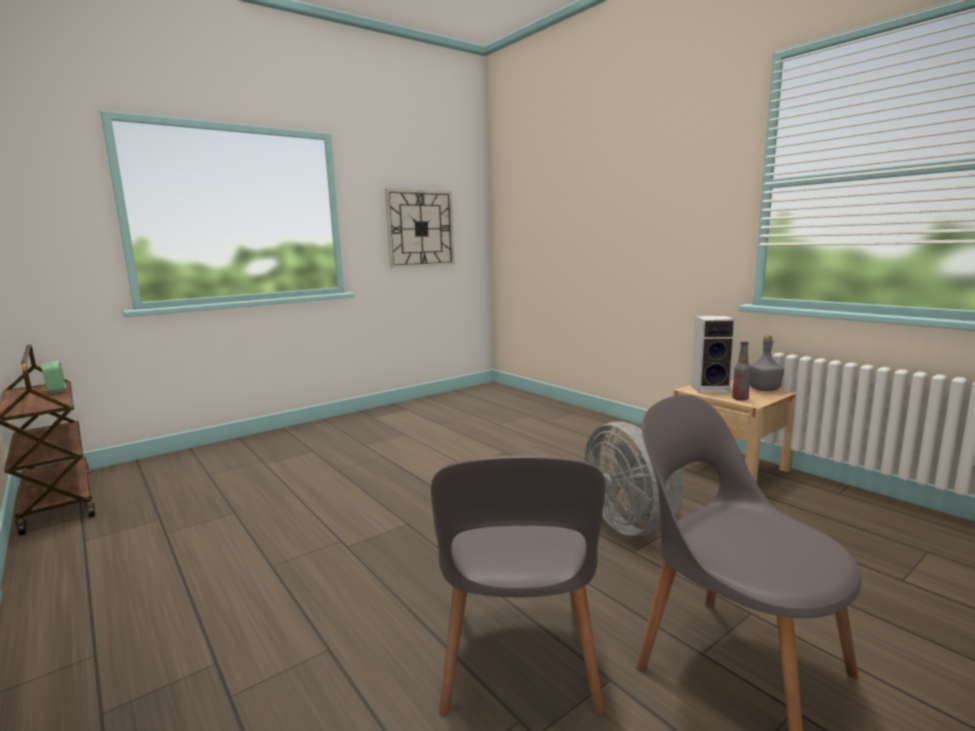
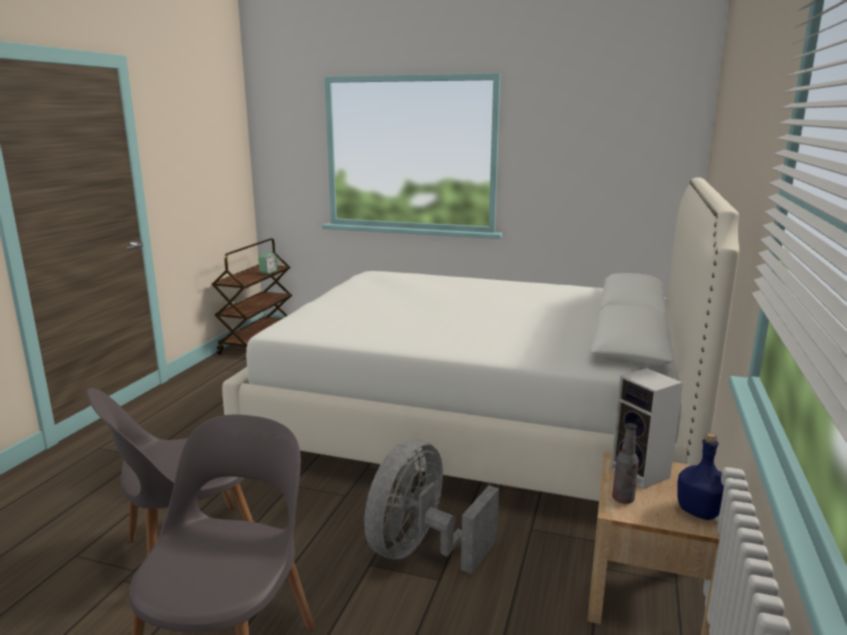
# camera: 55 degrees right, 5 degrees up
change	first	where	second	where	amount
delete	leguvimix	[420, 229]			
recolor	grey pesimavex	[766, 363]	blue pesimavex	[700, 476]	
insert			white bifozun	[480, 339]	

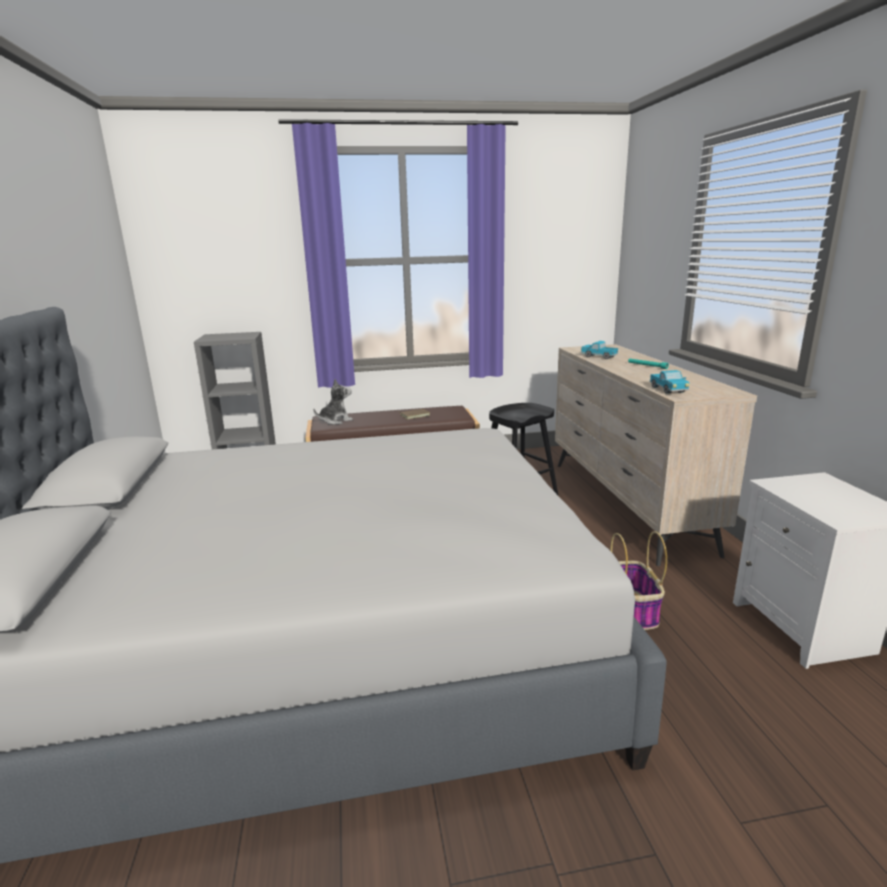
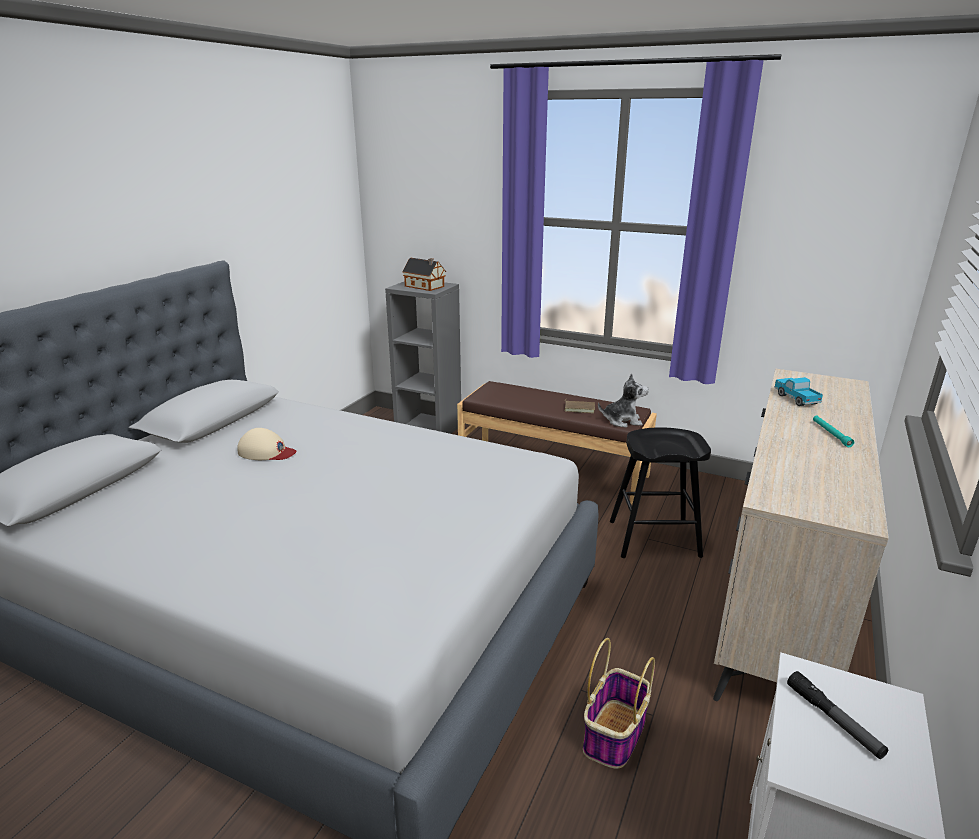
# camera: 35 degrees right, 5 degrees up
change	first	where	second	where	amount
delete	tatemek	[669, 382]			
move	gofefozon	[333, 402]		[623, 400]	
insert			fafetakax	[424, 274]	
insert			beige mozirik	[267, 444]	
insert			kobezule	[837, 715]	

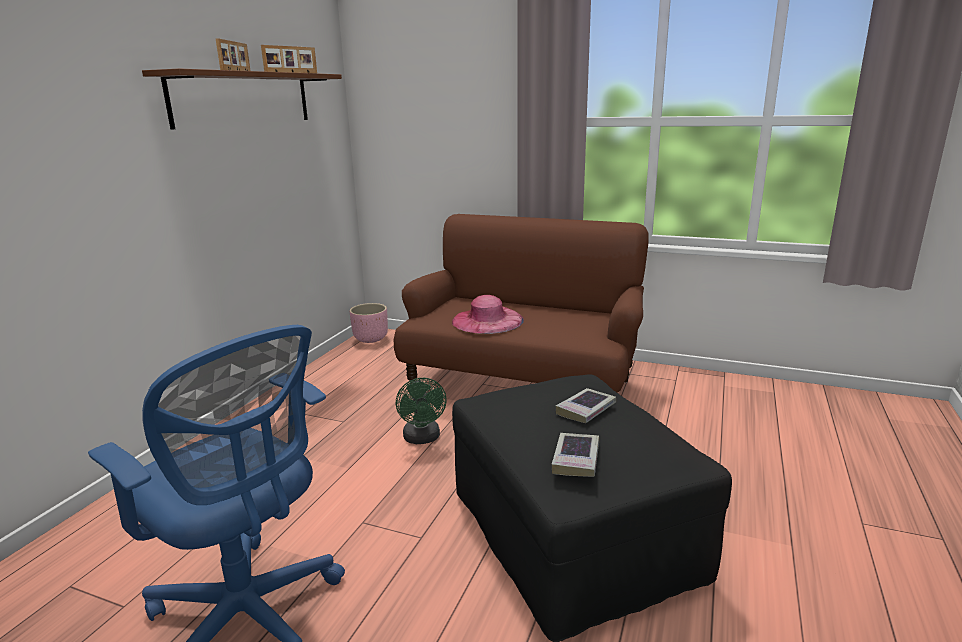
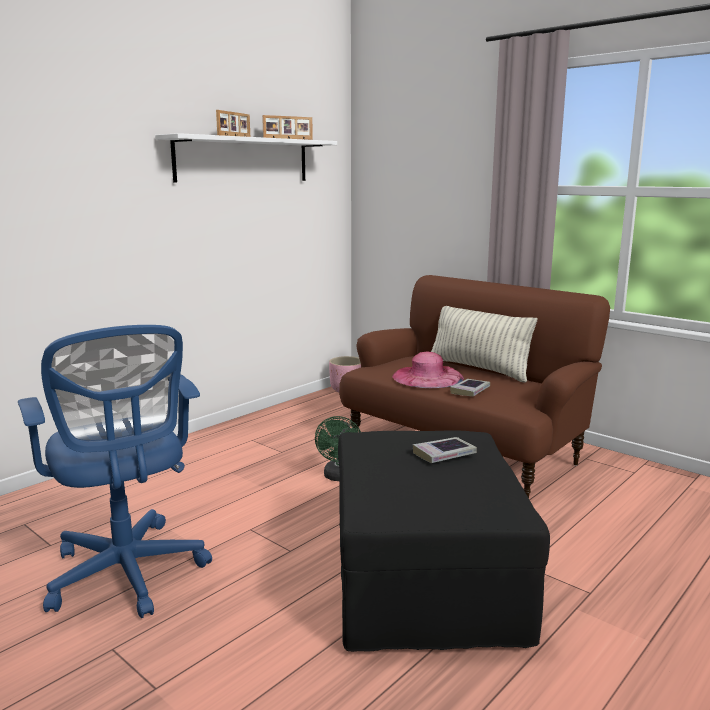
# camera: 20 degrees right, 5 degrees down
change	first	where	second	where	amount
recolor	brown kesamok	[242, 99]	white kesamok	[246, 157]	
move	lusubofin	[575, 455]		[470, 387]	
insert			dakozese	[484, 344]	

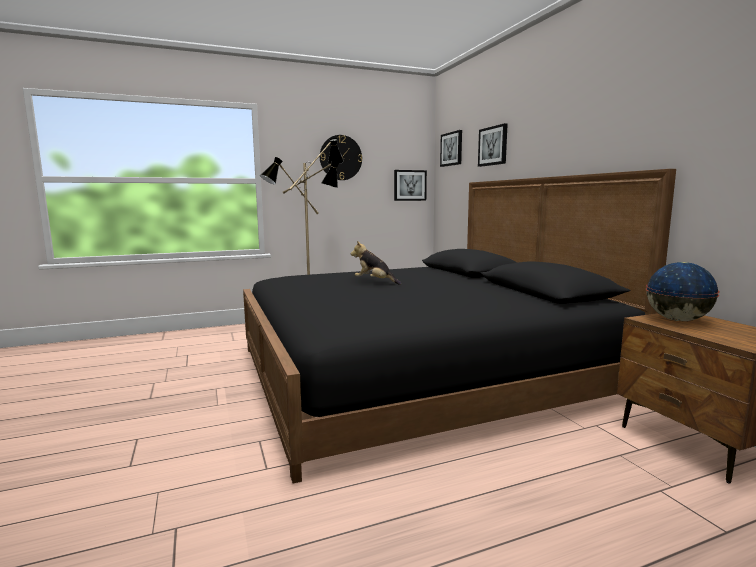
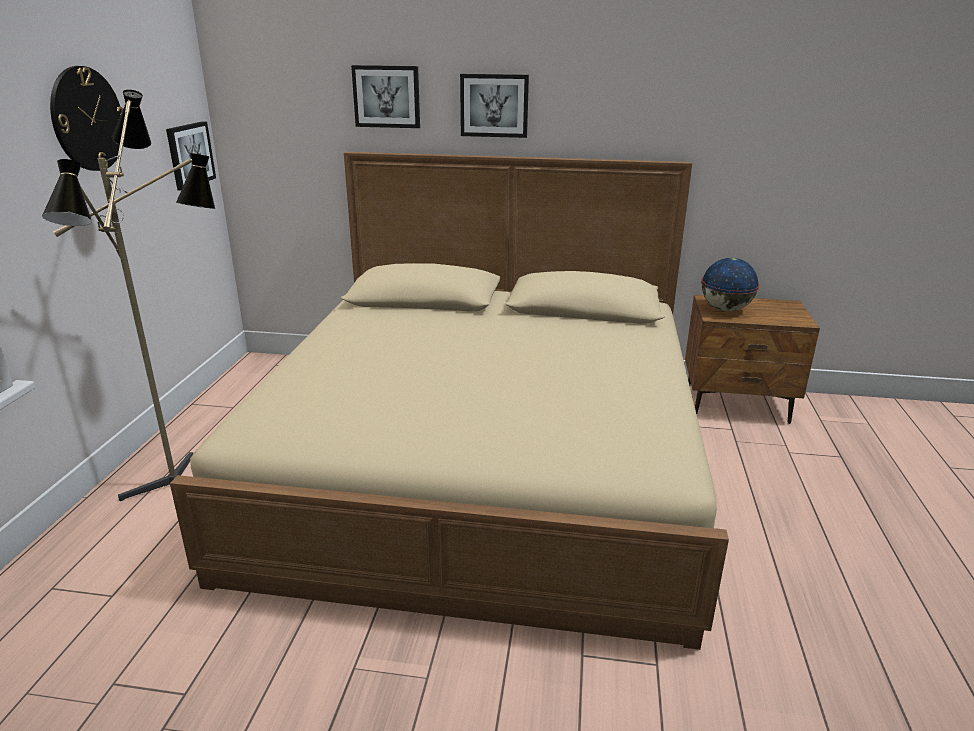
# camera: 60 degrees left, 15 degrees up
change	first	where	second	where	amount
move	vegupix	[451, 148]		[494, 106]	
recolor	black bifozun	[459, 326]	beige bifozun	[449, 401]	
delete	gofefozon	[375, 263]			

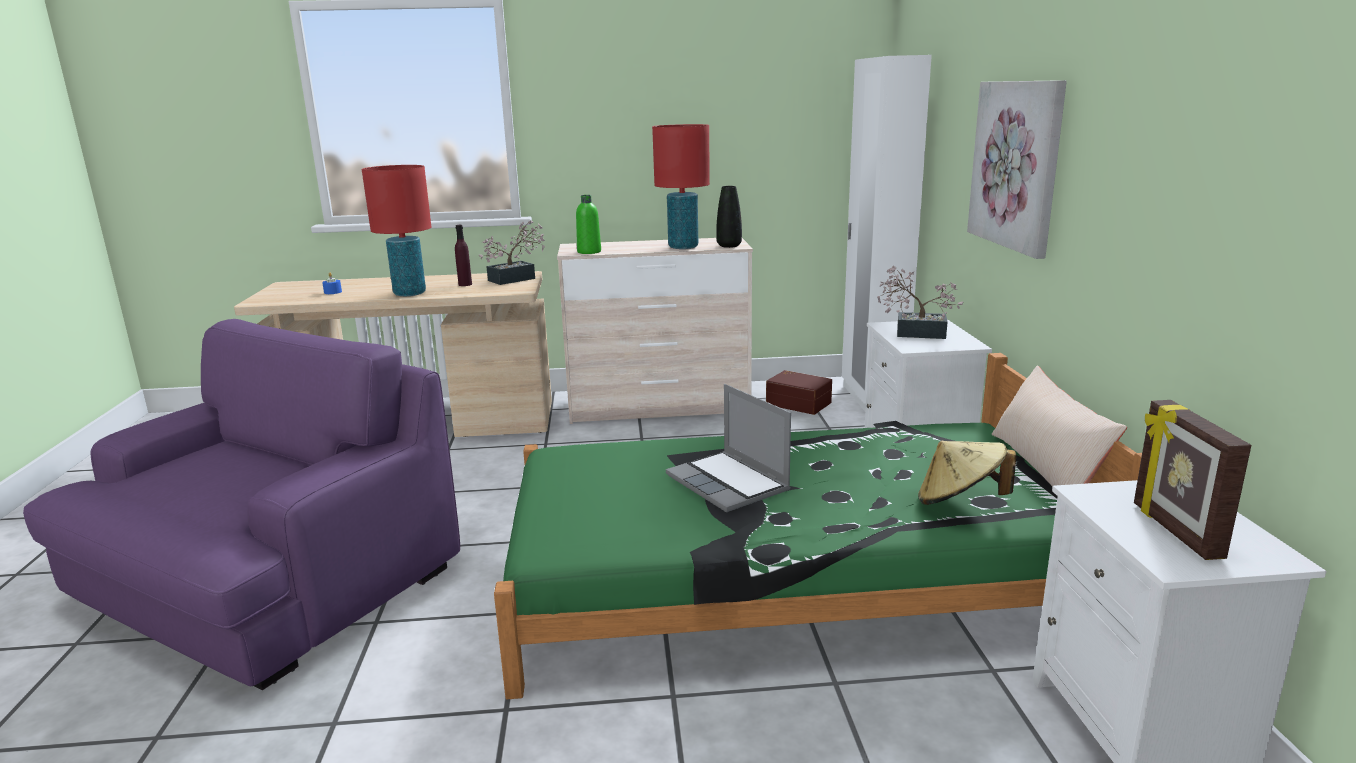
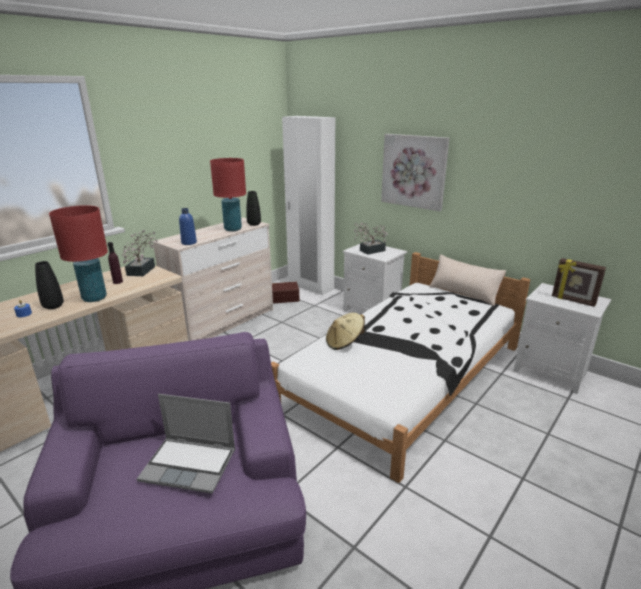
# camera: 45 degrees left, 5 degrees up
change	first	where	second	where	amount
recolor	green pesimavex	[588, 224]	blue pesimavex	[188, 226]	
recolor	green bifozun	[818, 526]	white bifozun	[400, 367]	
move	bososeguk	[728, 448]		[186, 444]	
move	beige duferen	[967, 473]		[345, 331]	
insert			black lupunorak	[49, 285]	

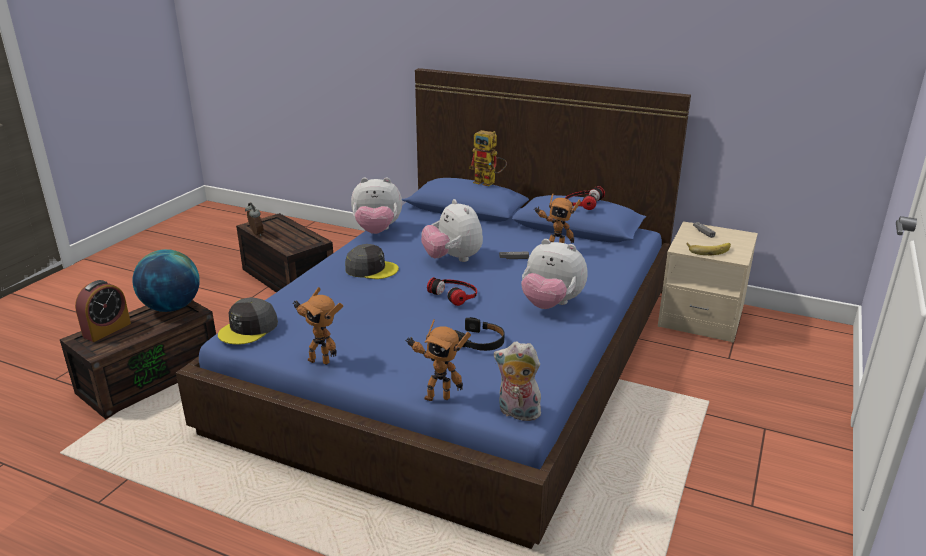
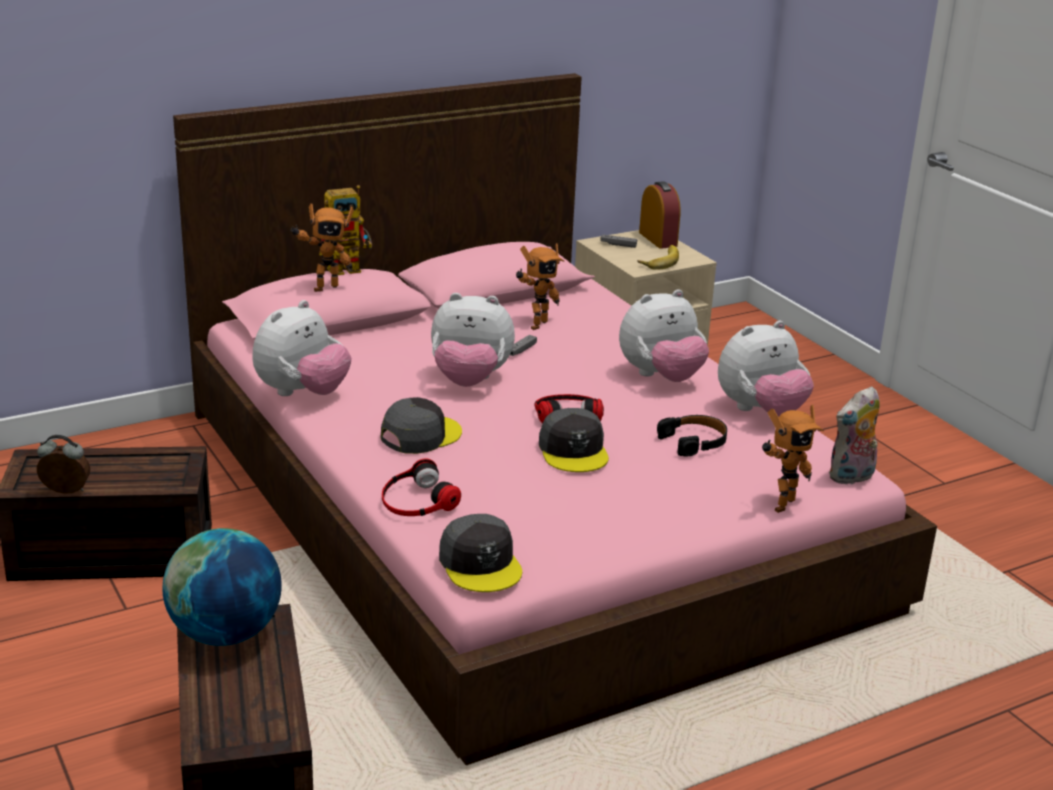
# camera: 55 degrees left, 0 degrees up
change	first	where	second	where	amount
recolor	blue bifozun	[433, 308]	pink bifozun	[555, 419]	
move	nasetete	[585, 198]		[421, 487]	
move	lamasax	[103, 311]		[660, 215]	
move	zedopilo	[318, 326]		[322, 247]	
insert			gofefozon	[766, 369]	
insert			grey mozirik	[574, 440]	

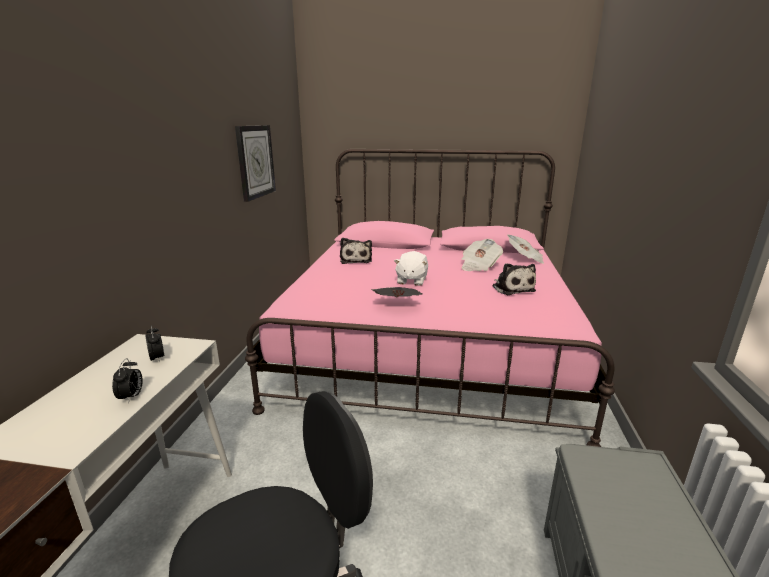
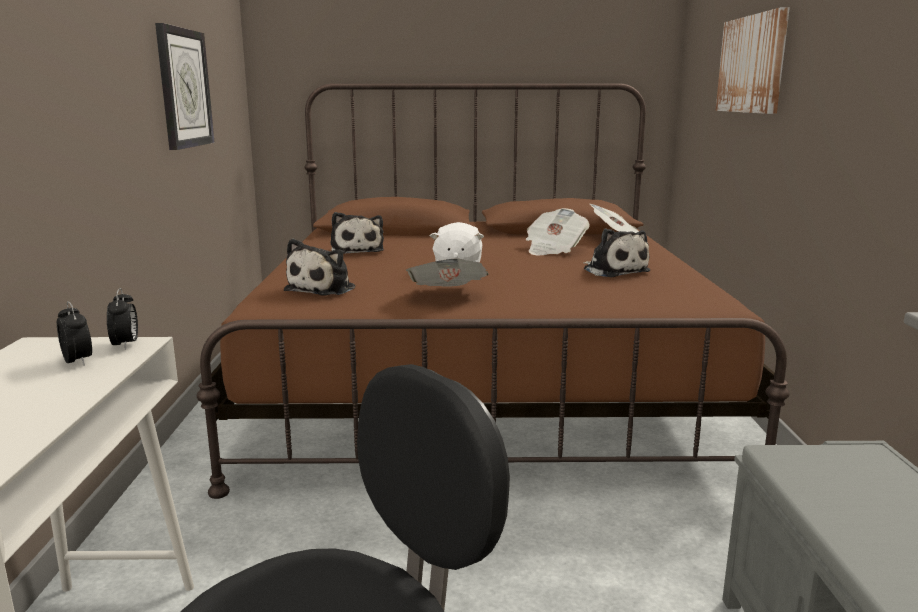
# camera: 10 degrees left, 5 degrees down
change	first	where	second	where	amount
recolor	pink bifozun	[430, 298]	brown bifozun	[493, 291]	
move	lamasax	[127, 380]		[122, 319]	
insert			vegupix	[753, 60]	
insert			gofefozon	[319, 267]	

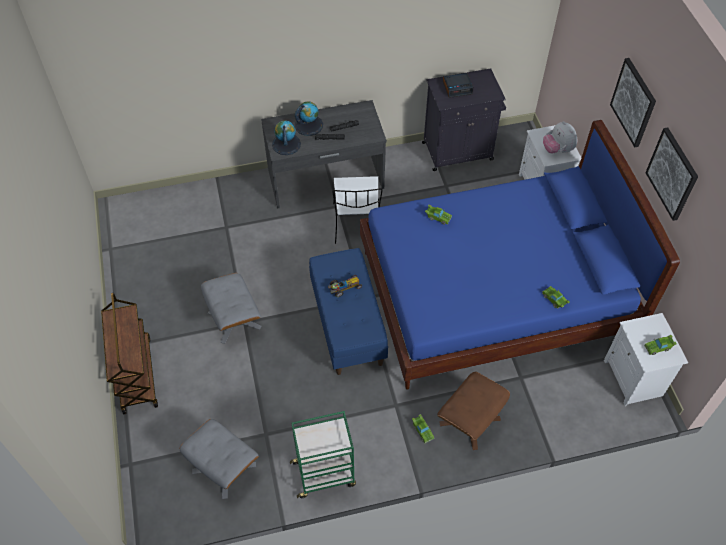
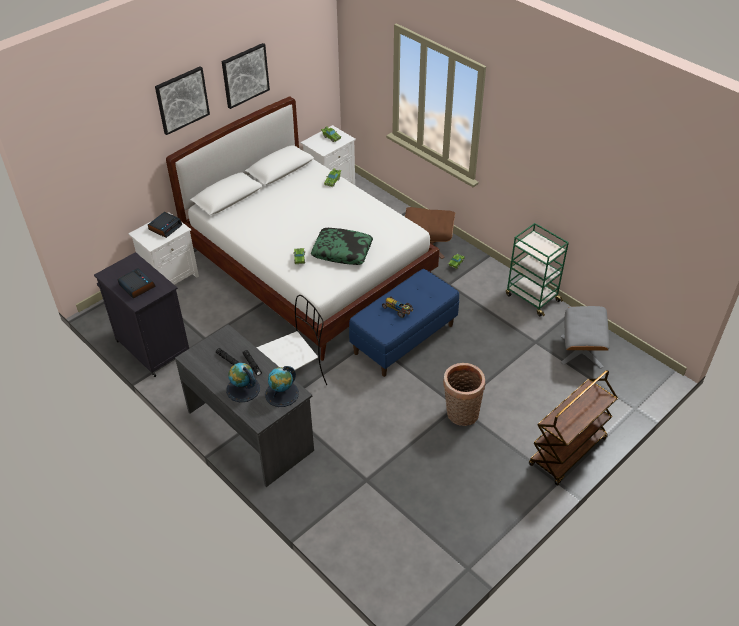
# camera: 120 degrees left, 10 degrees down
change	first	where	second	where	amount
recolor	blue bifozun	[520, 255]	white bifozun	[302, 229]	
replace	gofefozon	[560, 137]	lamasax	[165, 225]	
replace	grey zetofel	[231, 308]	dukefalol	[464, 394]	
insert			dakozese	[342, 246]	

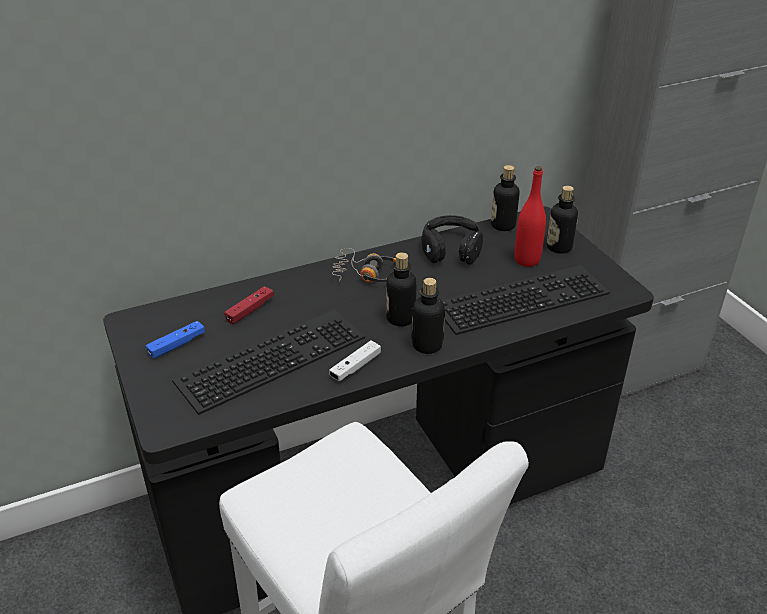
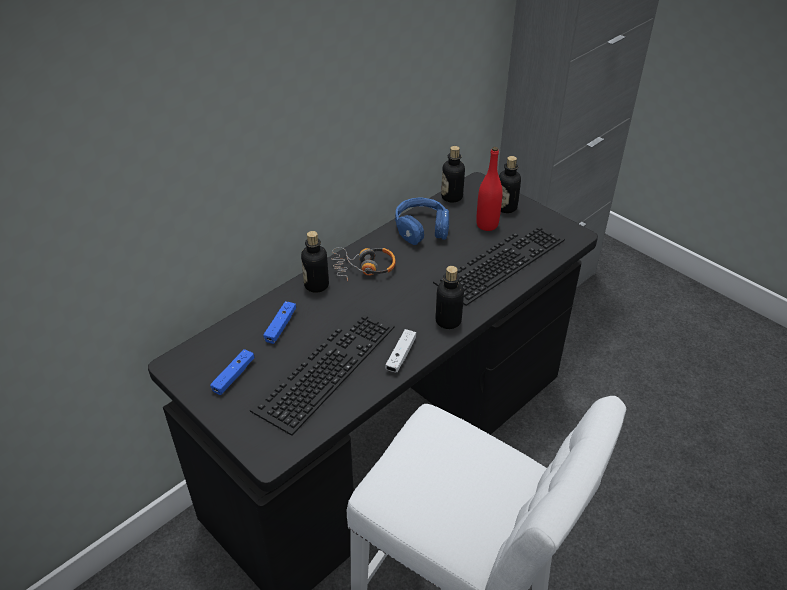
# camera: 20 degrees left, 5 degrees up
change	first	where	second	where	amount
recolor	black nasetete	[452, 240]	blue nasetete	[422, 221]	
move	pesimavex	[401, 289]		[315, 262]	
recolor	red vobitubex	[249, 305]	blue vobitubex	[279, 322]	

